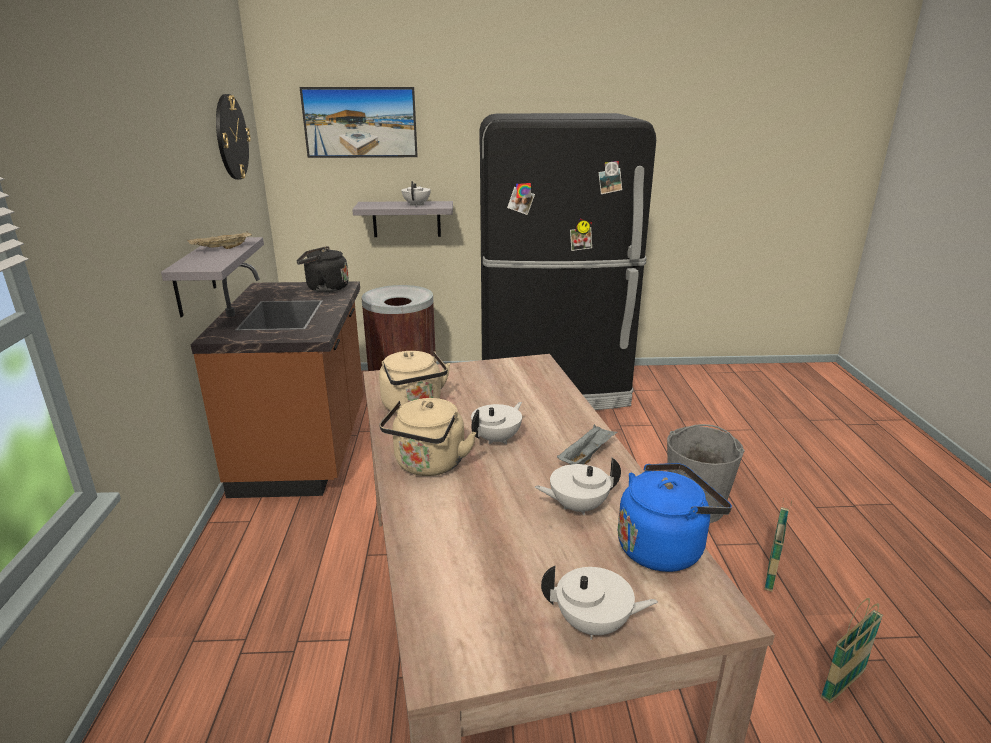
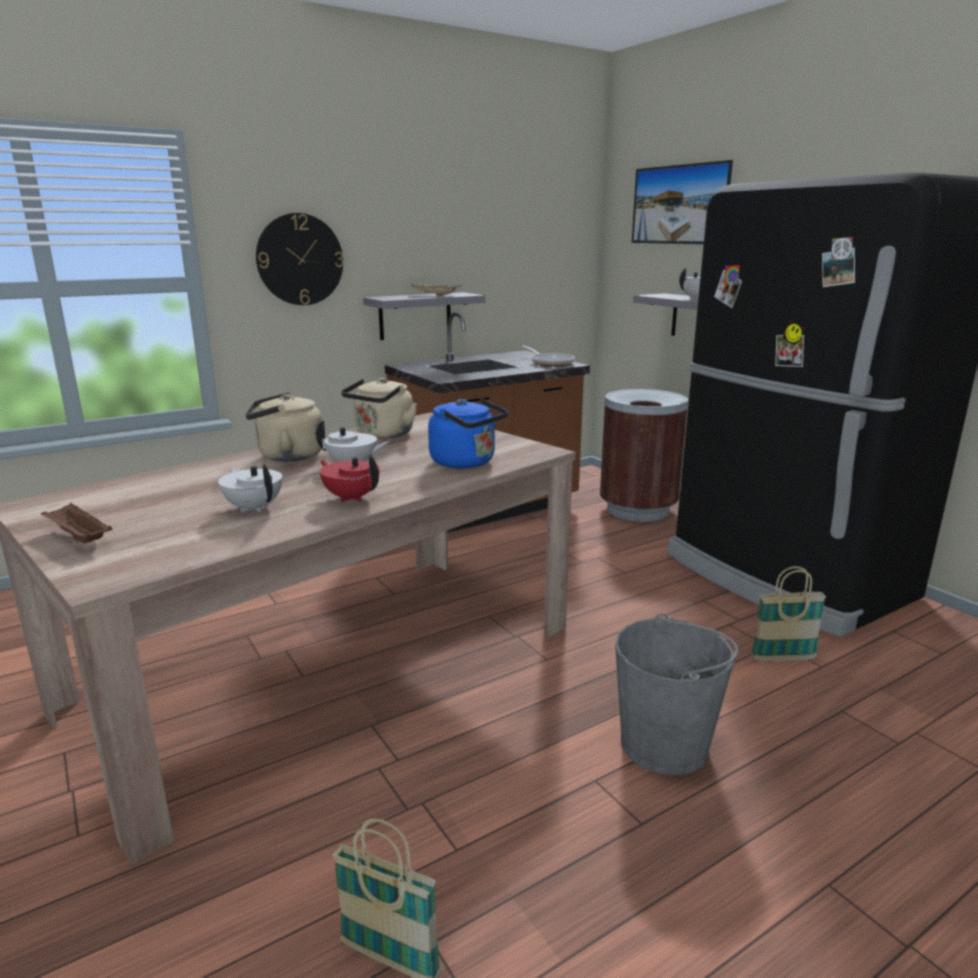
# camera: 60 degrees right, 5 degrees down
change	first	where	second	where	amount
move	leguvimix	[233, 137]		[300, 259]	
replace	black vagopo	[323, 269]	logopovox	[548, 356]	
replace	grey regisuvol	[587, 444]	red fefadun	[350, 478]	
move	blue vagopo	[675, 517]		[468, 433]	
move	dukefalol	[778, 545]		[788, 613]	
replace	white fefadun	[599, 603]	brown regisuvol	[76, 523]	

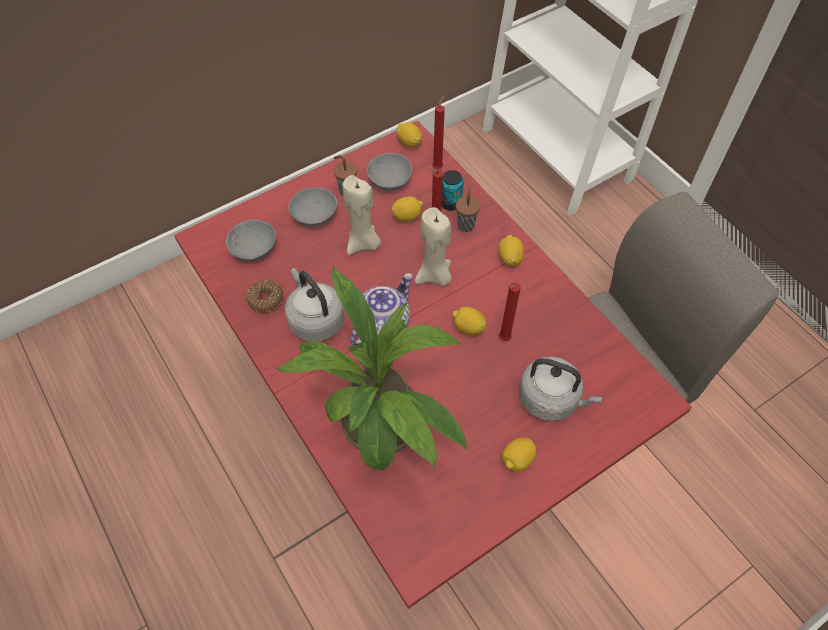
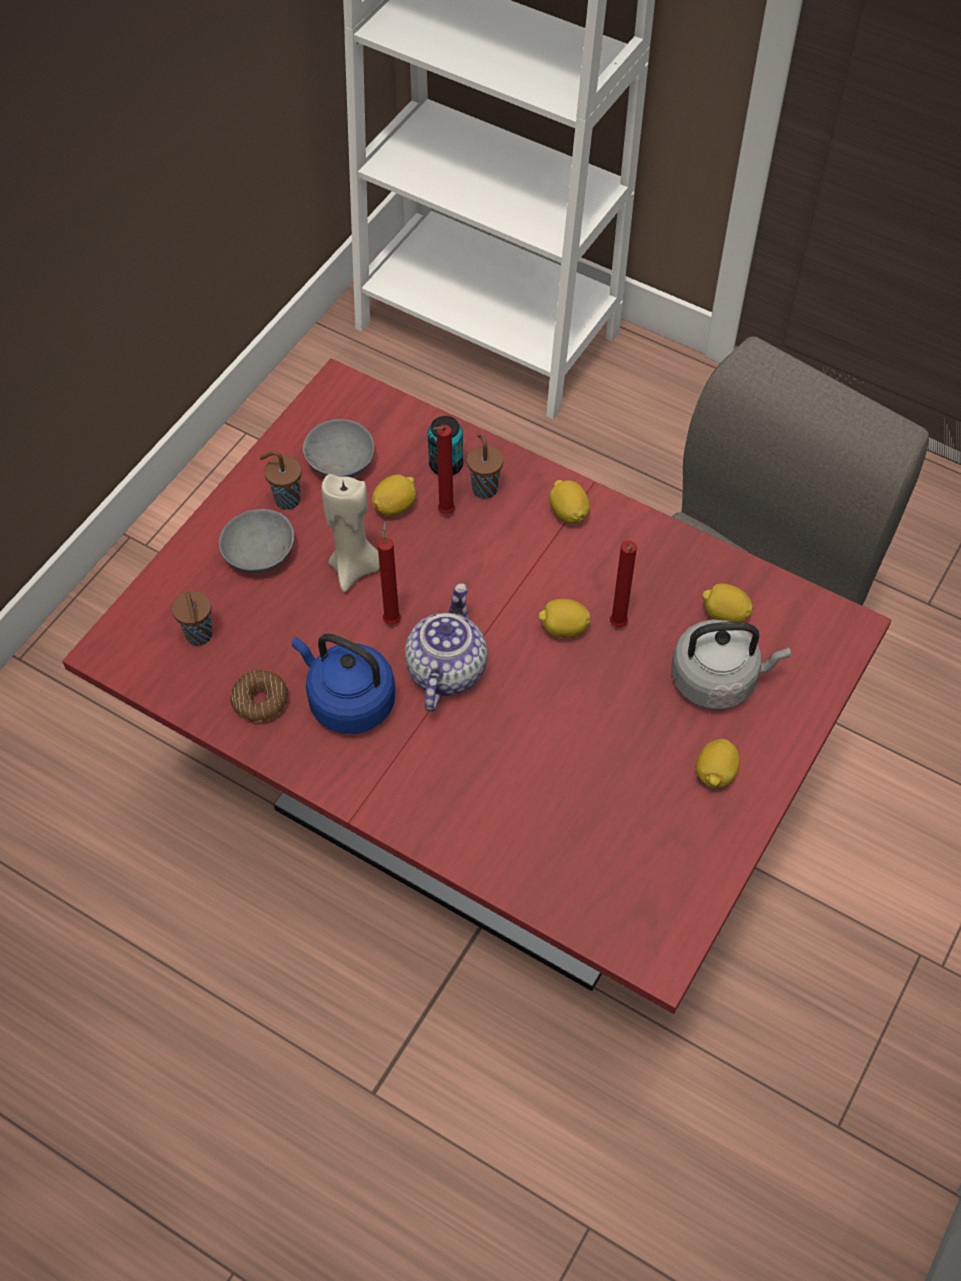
# camera: 25 degrees left, 0 degrees up
change	first	where	second	where	amount
move	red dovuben	[438, 132]		[389, 573]	
move	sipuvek	[409, 134]		[727, 603]	
delete	beige dovuben	[433, 246]			
replace	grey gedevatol	[251, 240]	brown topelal	[192, 618]	
delete	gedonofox	[371, 369]			
recolor	grey vagopo	[315, 305]	blue vagopo	[343, 684]	

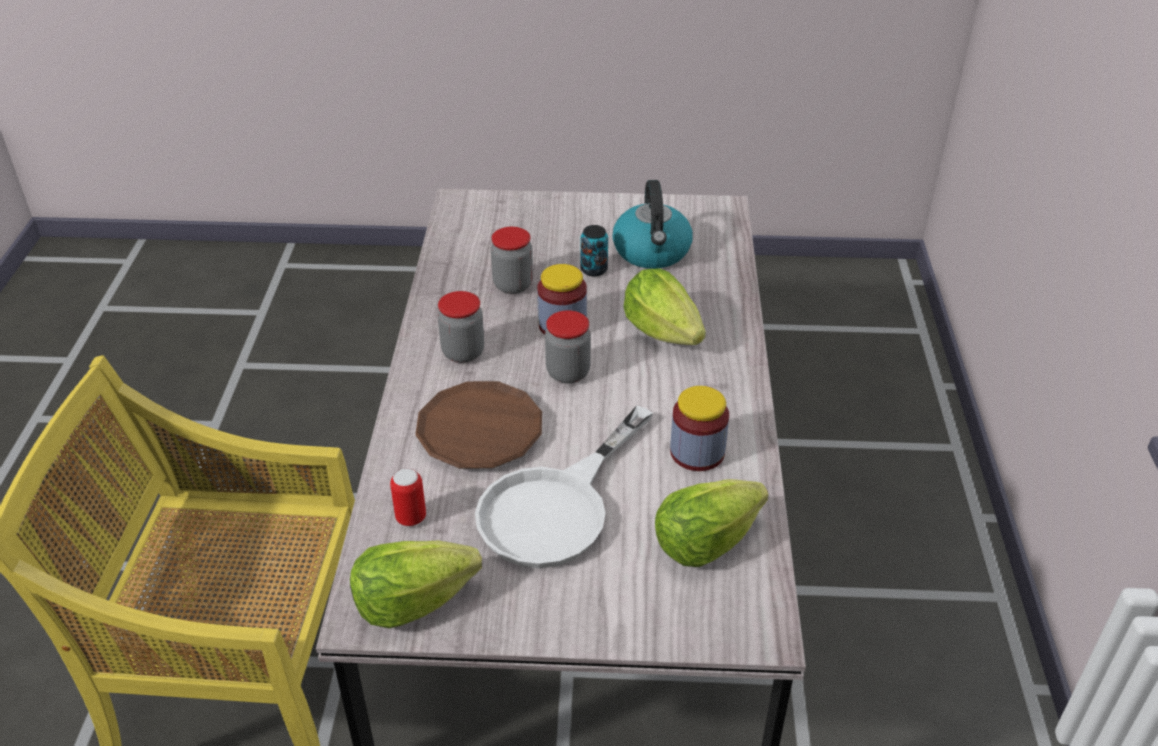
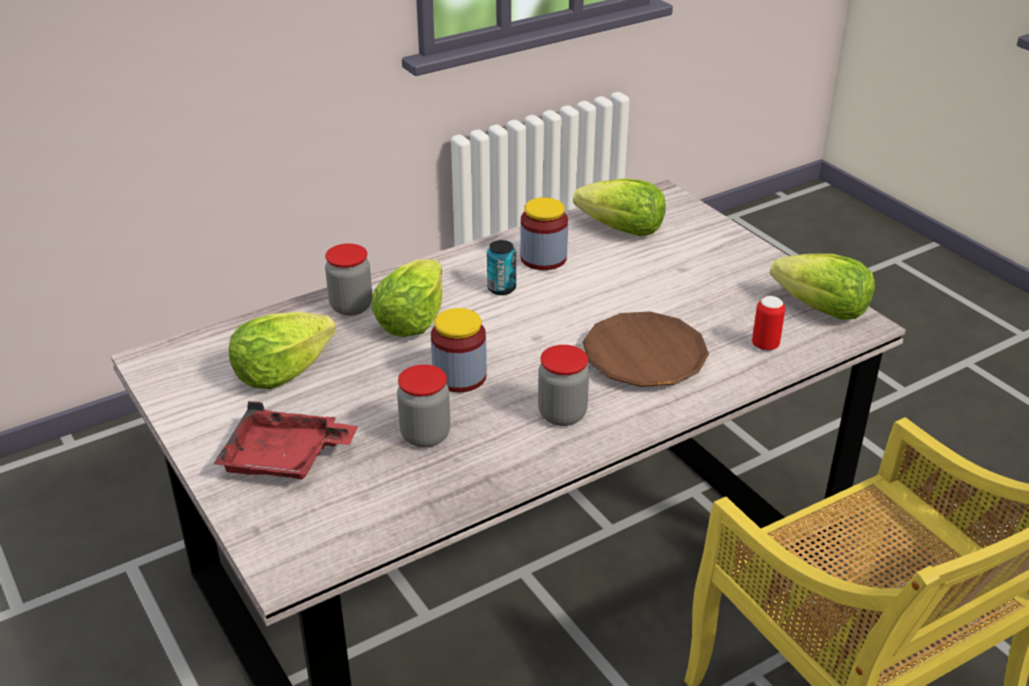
# camera: 125 degrees left, 5 degrees down
change	first	where	second	where	amount
replace	vagopo	[652, 224]	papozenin	[282, 350]	
move	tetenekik	[594, 251]		[501, 267]	
move	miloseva	[568, 347]		[348, 279]	
delete	white logopovox	[564, 487]			
insert			red regisuvol	[285, 440]	

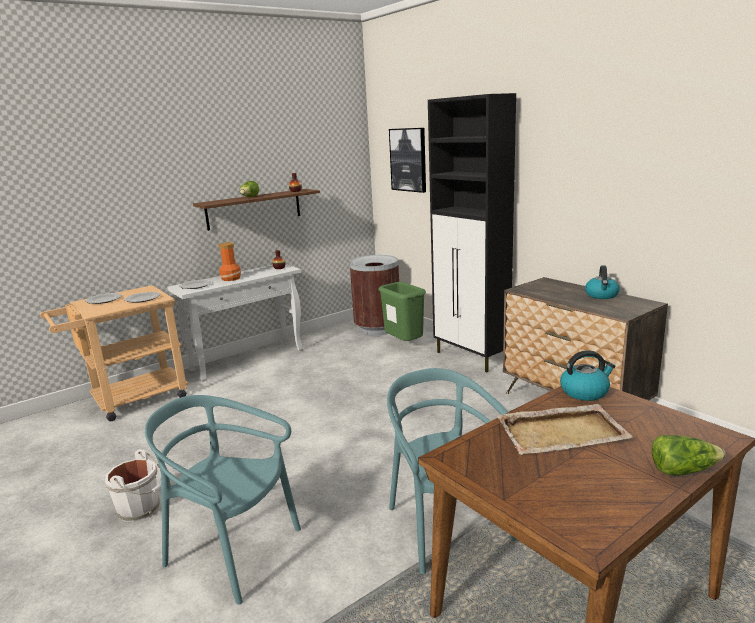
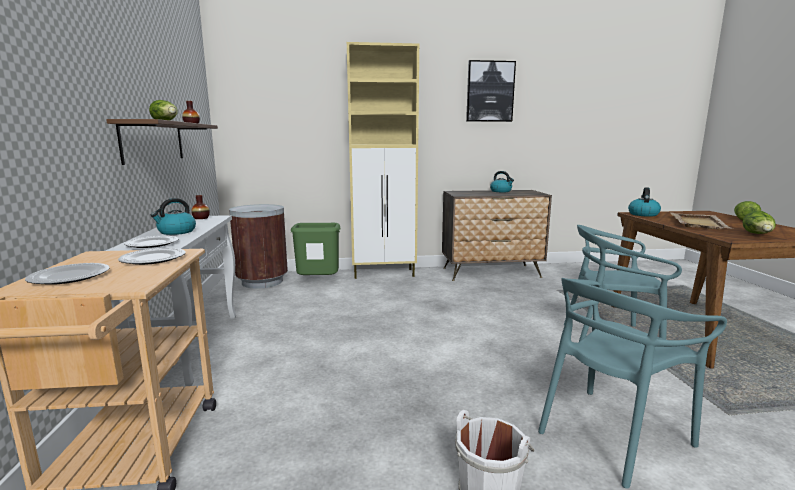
# camera: 60 degrees left, 5 degrees down
change	first	where	second	where	amount
recolor	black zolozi	[472, 233]	beige zolozi	[383, 160]	
move	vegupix	[407, 160]		[491, 91]	
replace	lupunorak	[230, 261]	vagopo	[173, 216]	
insert			papozenin	[759, 222]	

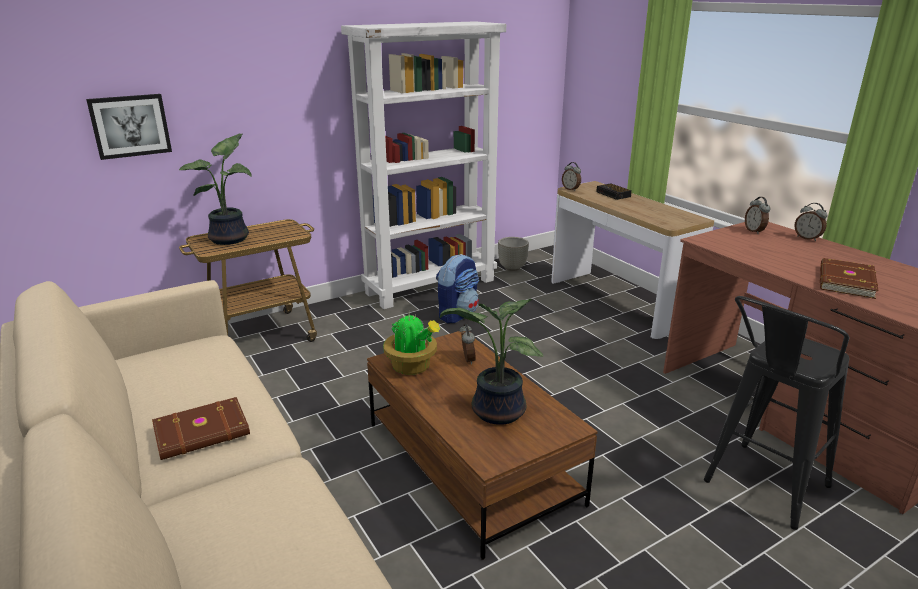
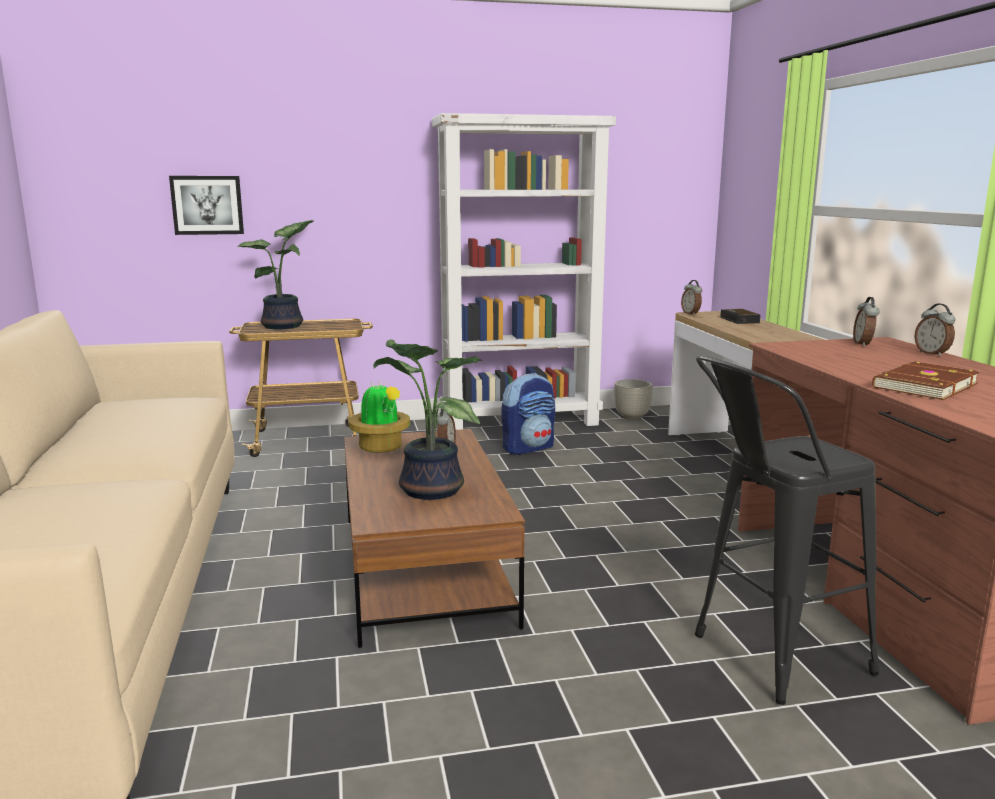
# camera: 20 degrees right, 10 degrees down
change	first	where	second	where	amount
delete	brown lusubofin	[201, 428]			

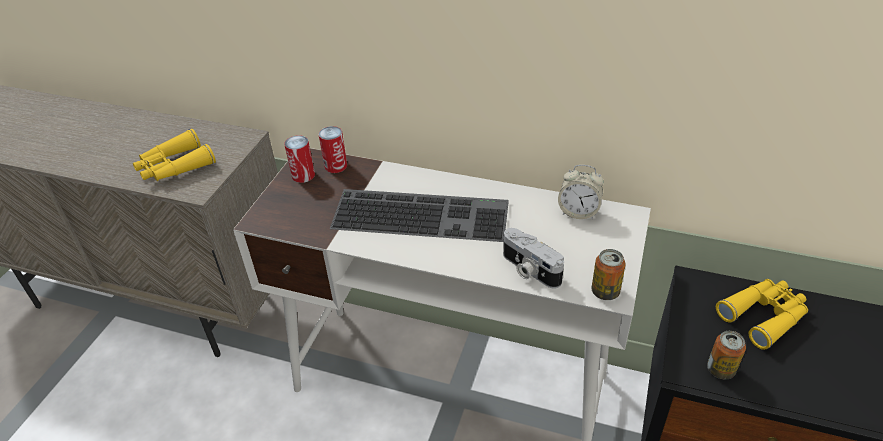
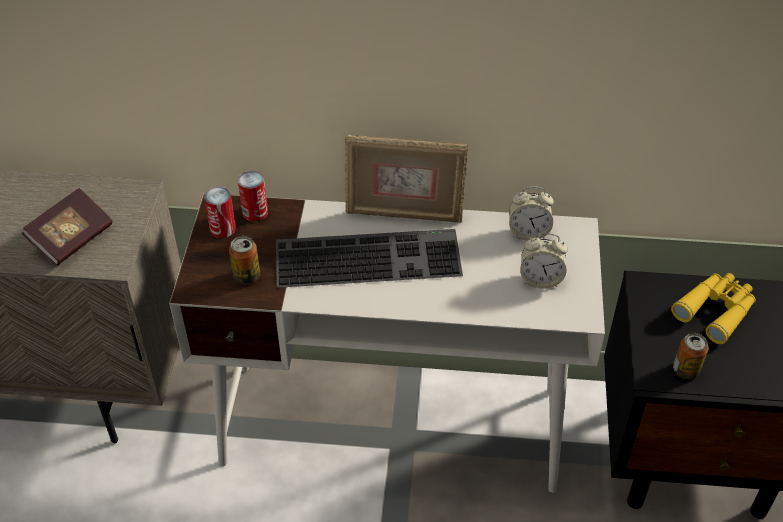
# camera: 15 degrees left, 5 degrees up
change	first	where	second	where	amount
replace	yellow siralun	[174, 155]	lusubofin	[67, 227]	
delete	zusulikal	[533, 258]			
move	tetenekik	[609, 274]		[244, 260]	
insert			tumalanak	[407, 178]	
insert			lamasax	[544, 260]	

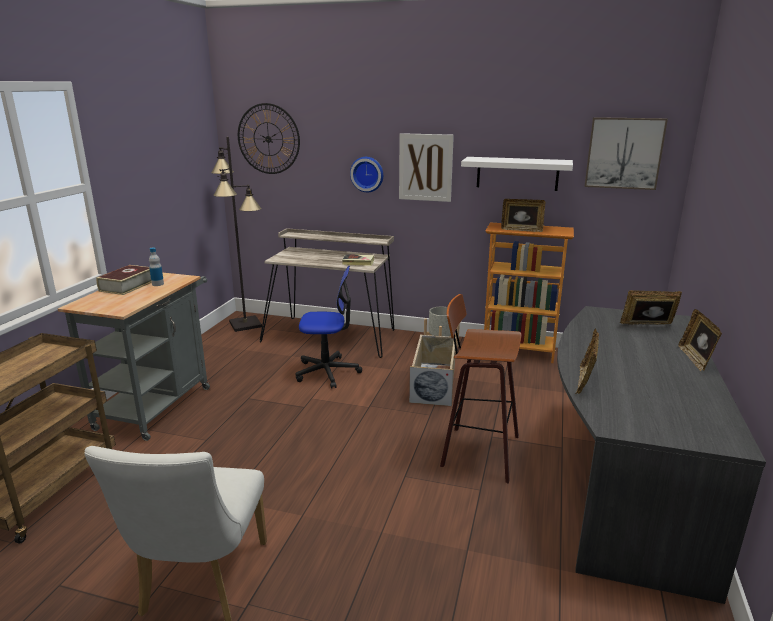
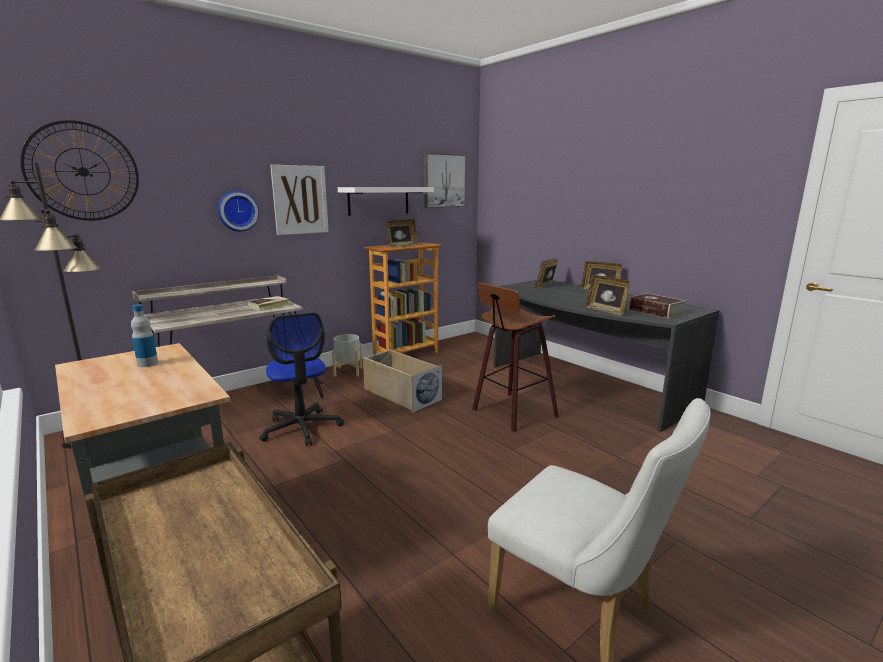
# camera: 55 degrees left, 5 degrees down
change	first	where	second	where	amount
move	lusubofin	[124, 280]		[658, 306]	
rotate	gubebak	[329, 327]		[301, 379]	120 degrees clockwise

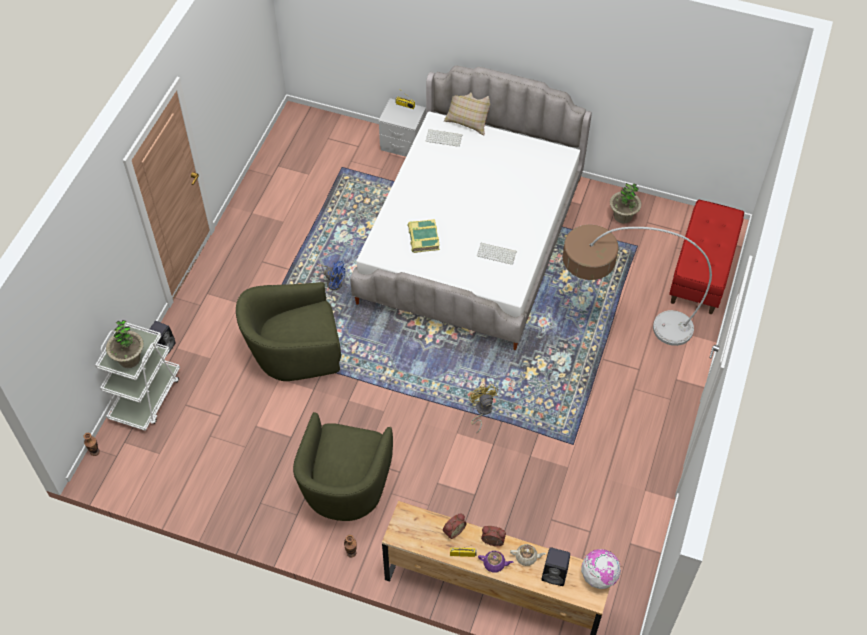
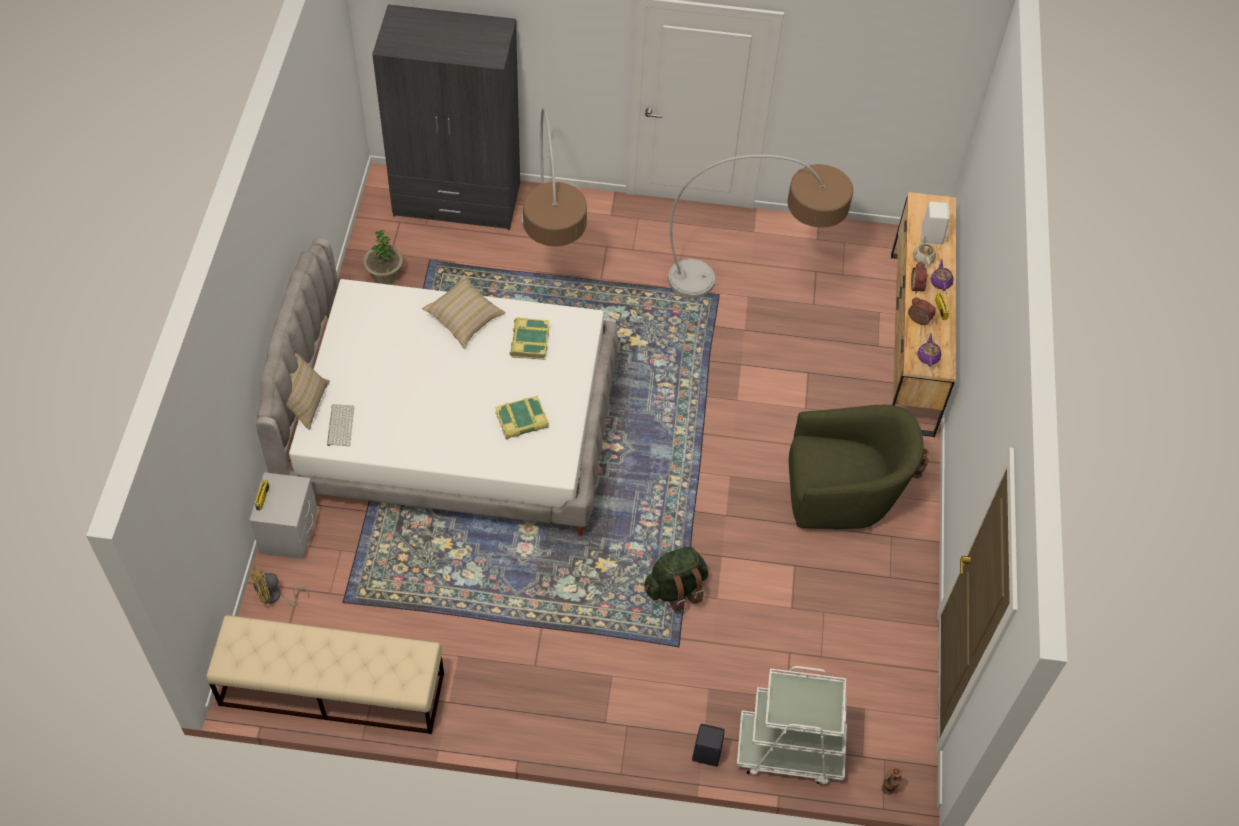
# camera: 105 degrees left, 0 degrees up
change	first	where	second	where	amount
replace	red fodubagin	[706, 257]	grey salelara	[446, 117]	
replace	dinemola	[497, 254]	lusubofin	[530, 339]	
delete	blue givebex	[331, 275]			
replace	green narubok	[288, 331]	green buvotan	[676, 579]	
delete	gedonofox	[125, 344]			
move	yellow givebex	[483, 408]		[280, 585]	
recolor	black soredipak	[555, 566]	white soredipak	[936, 223]	
delete	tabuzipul	[601, 569]			
insert			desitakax	[760, 226]	
insert			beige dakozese	[464, 311]	
insert			purple fefadun	[929, 349]	
insert			beige fodubagin	[325, 674]	

